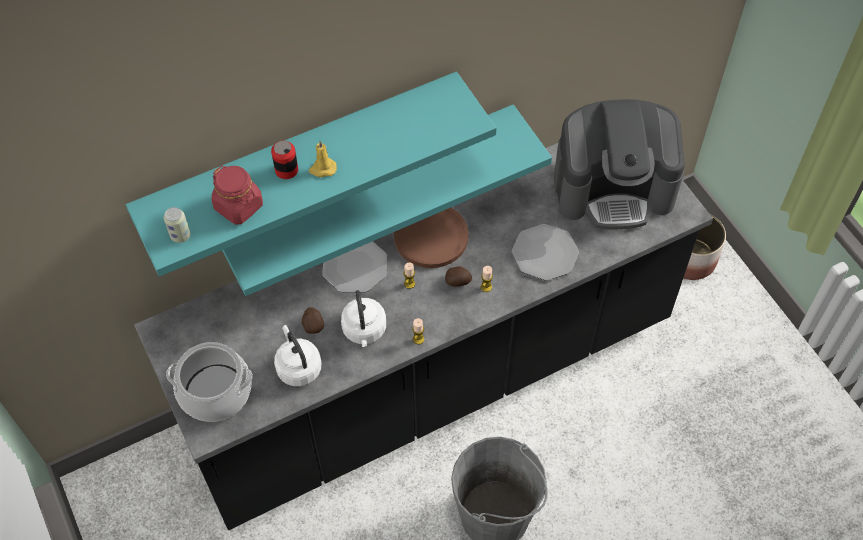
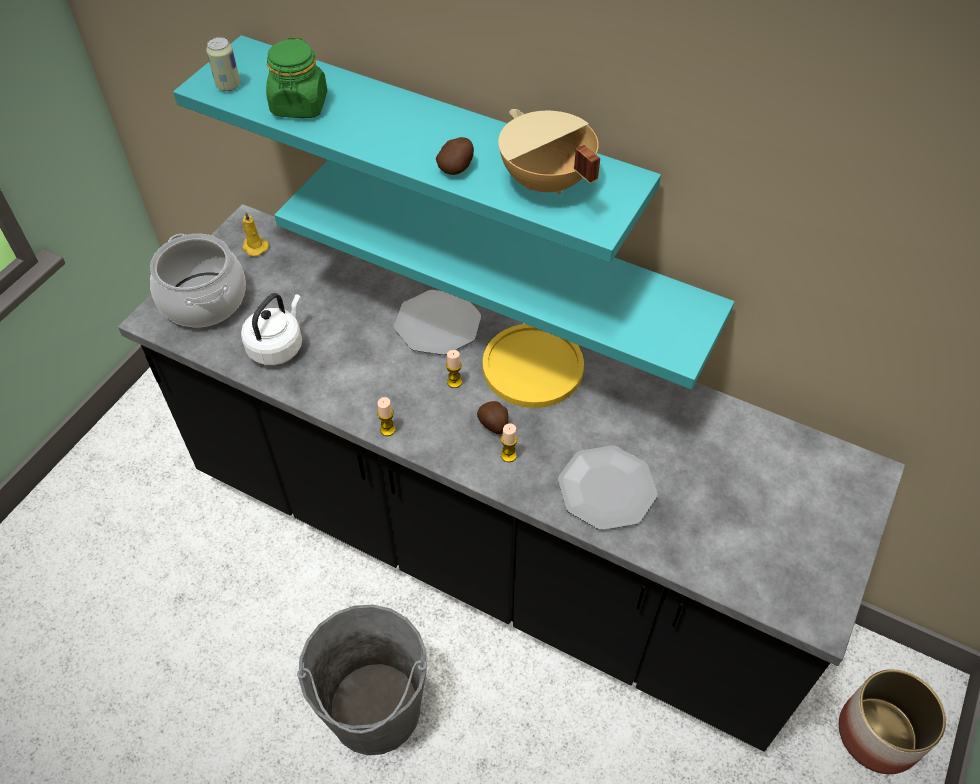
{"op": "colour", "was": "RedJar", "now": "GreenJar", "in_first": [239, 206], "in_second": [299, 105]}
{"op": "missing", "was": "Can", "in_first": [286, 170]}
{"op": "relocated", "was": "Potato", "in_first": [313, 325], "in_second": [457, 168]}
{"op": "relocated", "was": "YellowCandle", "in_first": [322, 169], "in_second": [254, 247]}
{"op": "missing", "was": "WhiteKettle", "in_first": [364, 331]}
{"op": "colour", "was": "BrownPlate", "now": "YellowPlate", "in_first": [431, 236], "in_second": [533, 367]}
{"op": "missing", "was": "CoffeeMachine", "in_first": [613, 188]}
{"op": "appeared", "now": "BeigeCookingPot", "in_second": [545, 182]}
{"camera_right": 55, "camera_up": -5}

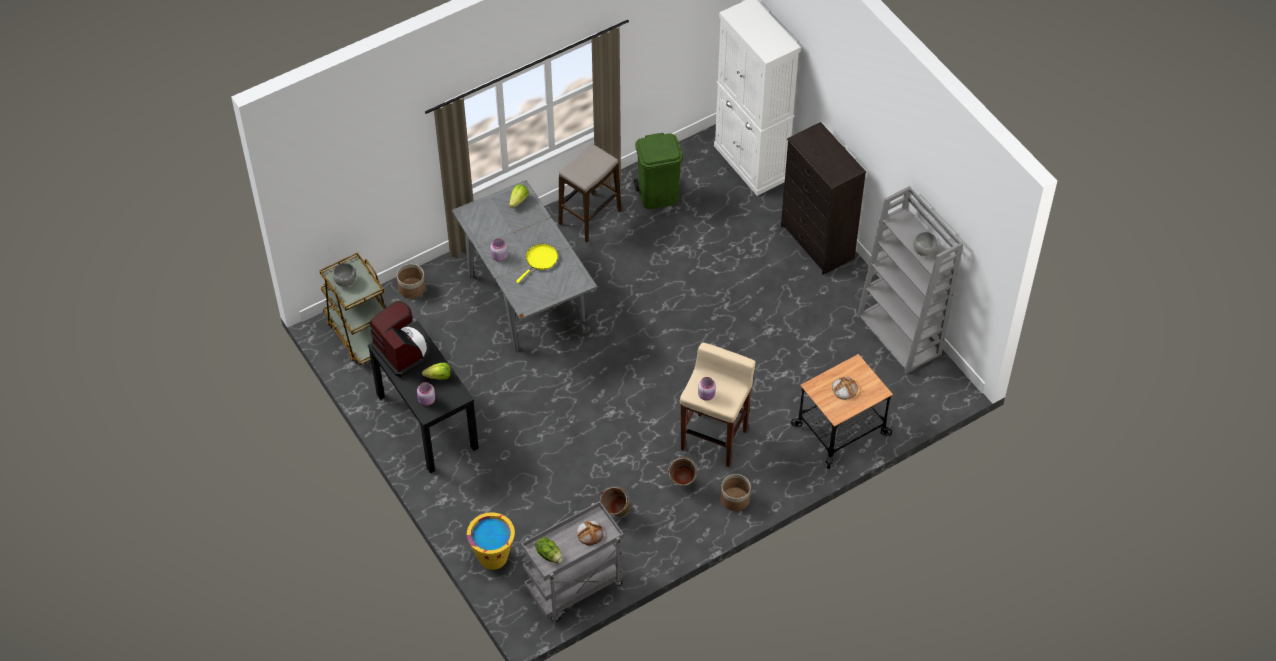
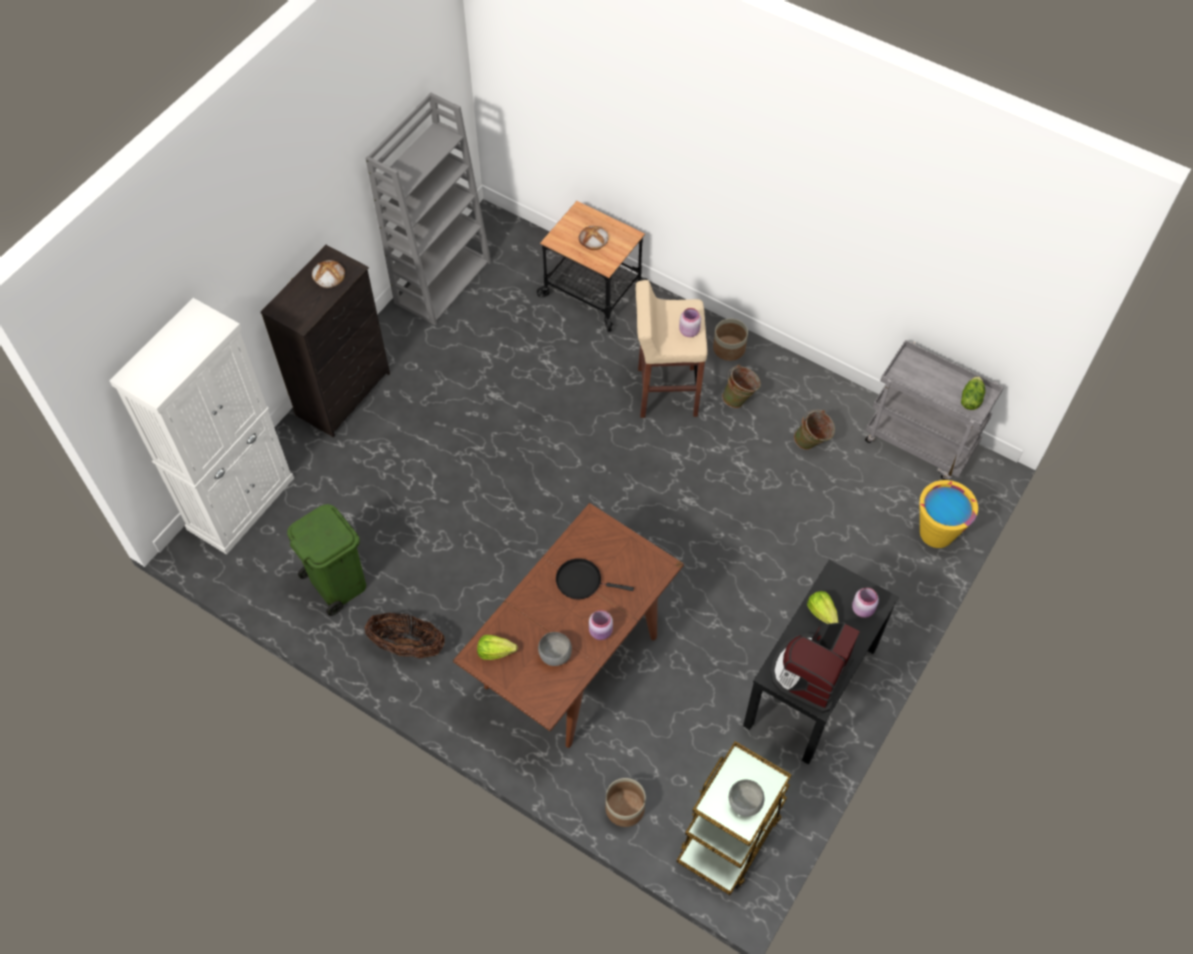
{"op": "colour", "was": "GreyDiningTable", "now": "BrownDiningTable", "in_first": [527, 298], "in_second": [572, 660]}
{"op": "colour", "was": "YellowFryingPan", "now": "BlackFryingPan", "in_first": [540, 260], "in_second": [582, 581]}
{"op": "exchanged", "was": "Stool", "now": "Basket", "in_first": [589, 217], "in_second": [407, 646]}
{"op": "relocated", "was": "Bread", "in_first": [590, 533], "in_second": [328, 275]}
{"op": "relocated", "was": "GreyBowl", "in_first": [924, 250], "in_second": [554, 655]}
{"camera_right": -115, "camera_up": 5}

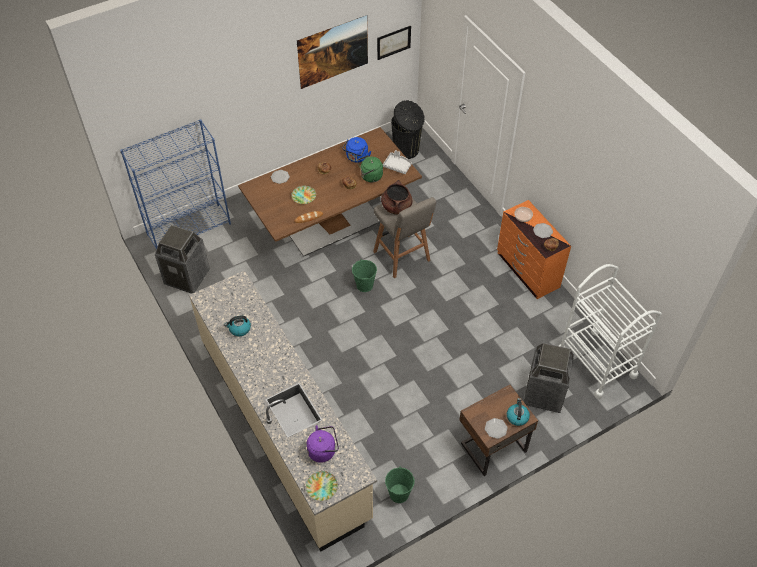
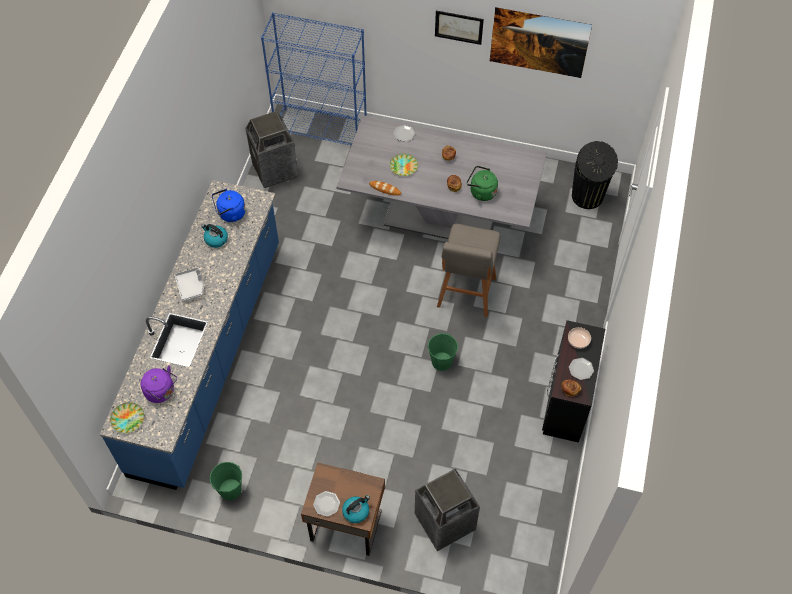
{"op": "colour", "was": "BeigeCounter", "now": "BlueCounter", "in_first": [284, 427], "in_second": [209, 356]}
{"op": "colour", "was": "BrownDiningTable", "now": "GreyDiningTable", "in_first": [333, 225], "in_second": [440, 216]}
{"op": "relocated", "was": "BlueKettle", "in_first": [356, 157], "in_second": [230, 214]}
{"op": "relocated", "was": "GreenBucket", "in_first": [364, 285], "in_second": [442, 361]}
{"op": "relocated", "was": "Picture", "in_first": [393, 42], "in_second": [459, 27]}
{"op": "missing", "was": "BrownCookingPot", "in_first": [396, 207]}
{"op": "relocated", "was": "GreyTray", "in_first": [397, 166], "in_second": [191, 287]}
{"op": "colour", "was": "OrangeDresser", "now": "BlackDresser", "in_first": [527, 270], "in_second": [566, 401]}
{"op": "missing", "was": "WhiteCart", "in_first": [596, 363]}
{"camera_right": 45, "camera_up": 5}

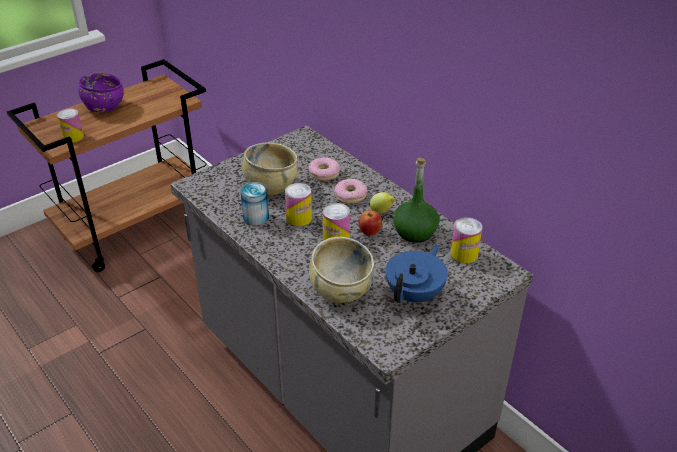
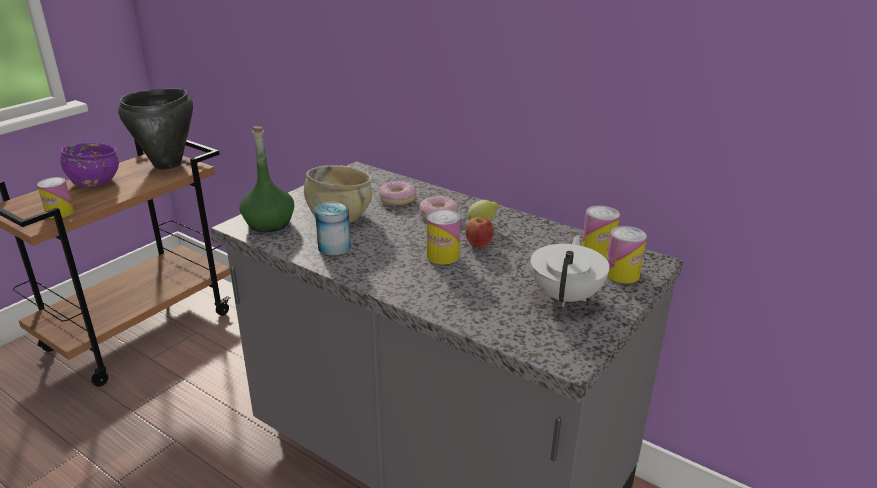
{"op": "relocated", "was": "Can", "in_first": [299, 218], "in_second": [622, 274]}
{"op": "missing", "was": "BeigeBowl", "in_first": [341, 290]}
{"op": "colour", "was": "BlueTeapot", "now": "WhiteTeapot", "in_first": [415, 294], "in_second": [566, 296]}
{"op": "relocated", "was": "GreenBottle", "in_first": [415, 231], "in_second": [269, 223]}
{"op": "appeared", "now": "BlackCookingPot", "in_second": [168, 164]}
{"camera_right": -15, "camera_up": -10}

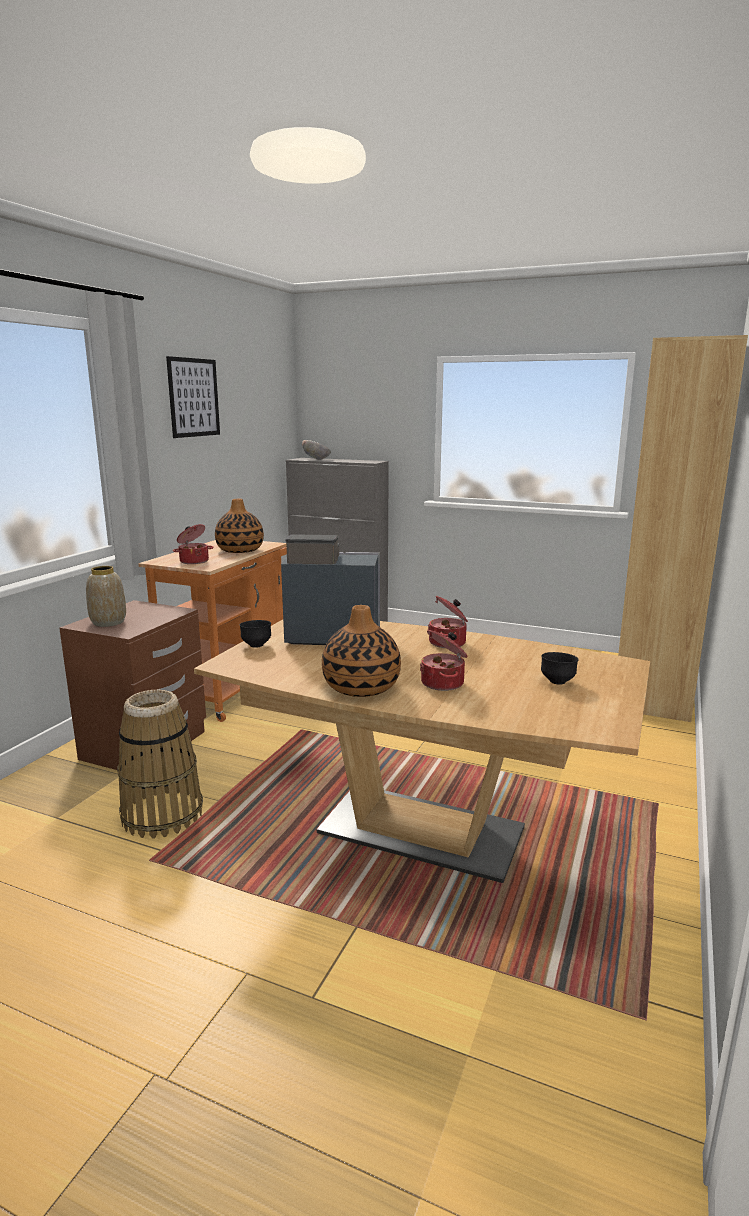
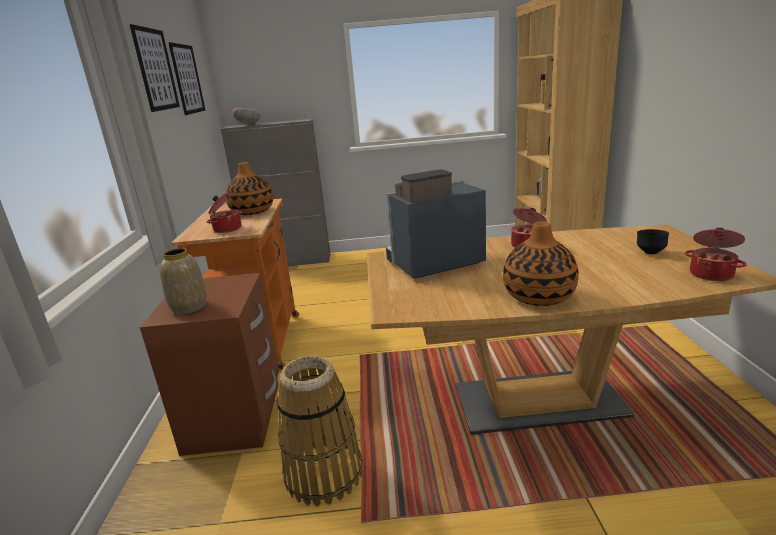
{"op": "missing", "was": "BlackBowl", "in_first": [256, 645]}
{"op": "relocated", "was": "CookingPot", "in_first": [443, 683], "in_second": [711, 274]}
{"op": "appeared", "now": "Picture", "in_second": [187, 79]}
{"camera_right": -25, "camera_up": 5}

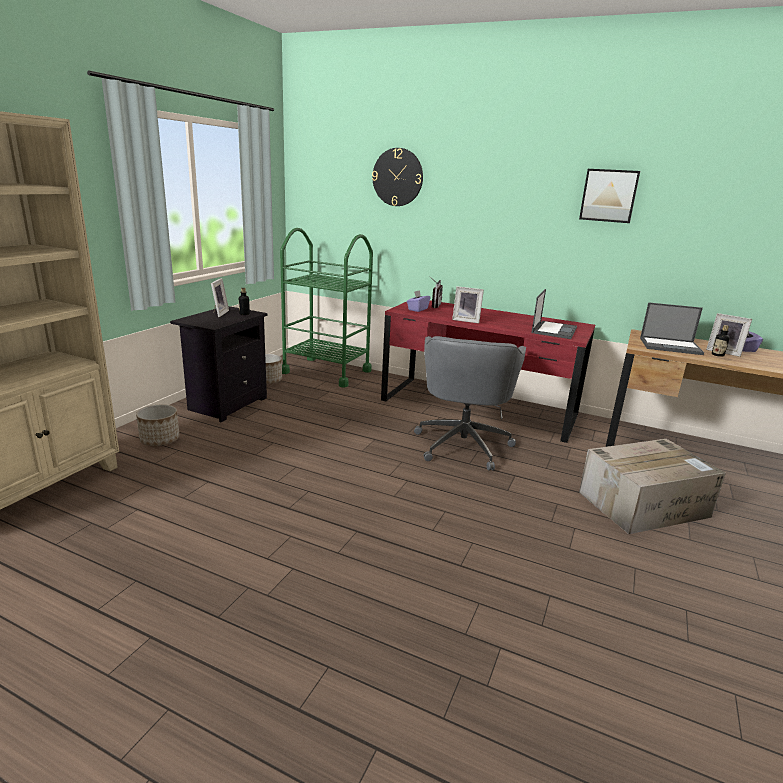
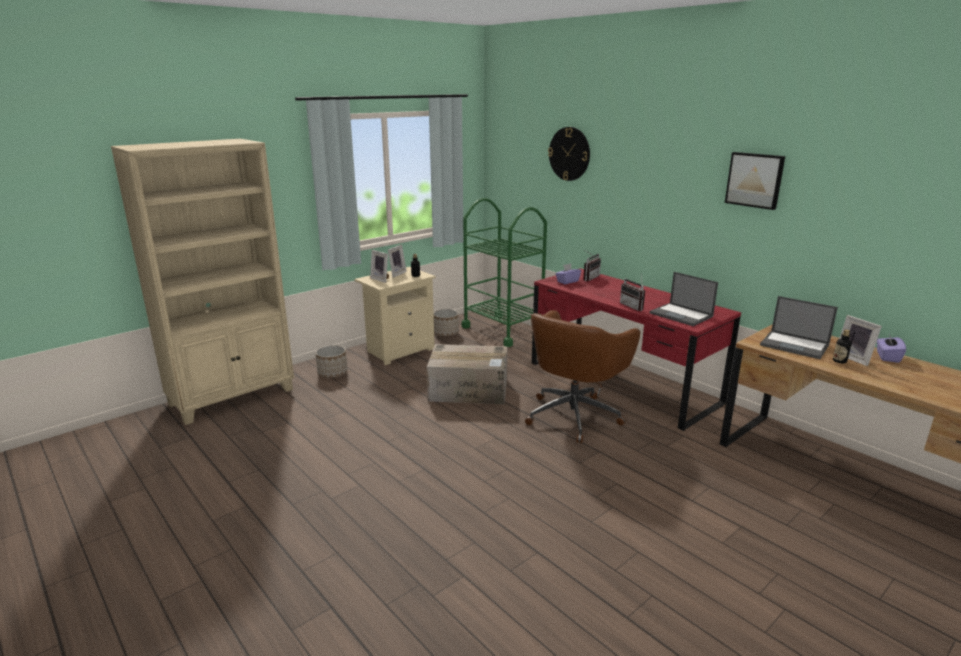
{"op": "colour", "was": "BlackNightstand", "now": "BeigeNightstand", "in_first": [226, 404], "in_second": [399, 350]}
{"op": "colour", "was": "GreyOfficeChair", "now": "BrownOfficeChair", "in_first": [463, 444], "in_second": [574, 415]}
{"op": "relocated", "was": "PictureFrame", "in_first": [466, 320], "in_second": [381, 279]}
{"op": "spun", "was": "Laptop", "in_first": [554, 330], "in_second": [682, 315], "clockwise": 90}
{"op": "relocated", "was": "CardboardBox", "in_first": [644, 504], "in_second": [470, 389]}
{"op": "appeared", "now": "Radio", "in_second": [634, 306]}
{"camera_right": 25, "camera_up": 0}

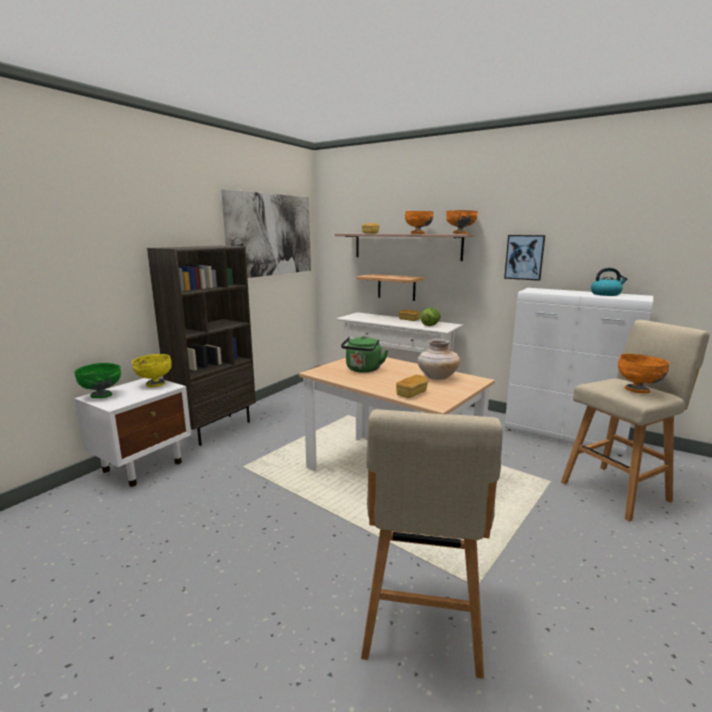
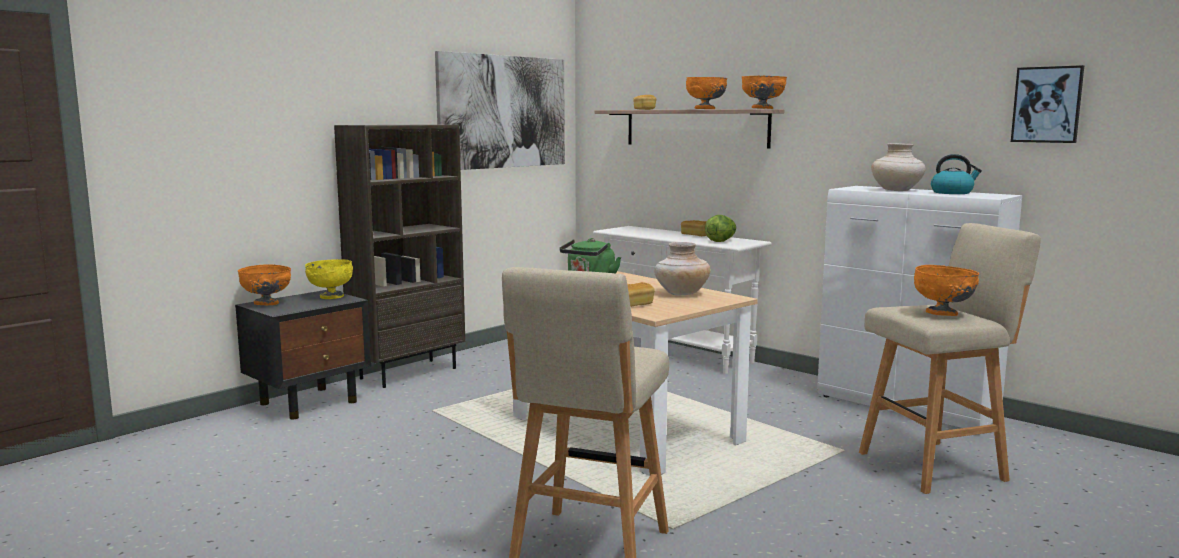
{"op": "colour", "was": "GreenBowl", "now": "OrangeBowl", "in_first": [101, 396], "in_second": [266, 304]}
{"op": "colour", "was": "WhiteNightstand", "now": "BlackNightstand", "in_first": [144, 466], "in_second": [310, 402]}
{"op": "missing", "was": "Shelf", "in_first": [396, 287]}
{"op": "relocated", "was": "Picture", "in_first": [524, 257], "in_second": [1047, 104]}
{"op": "appeared", "now": "BeigeVase", "in_second": [896, 190]}
{"camera_right": 10, "camera_up": -5}

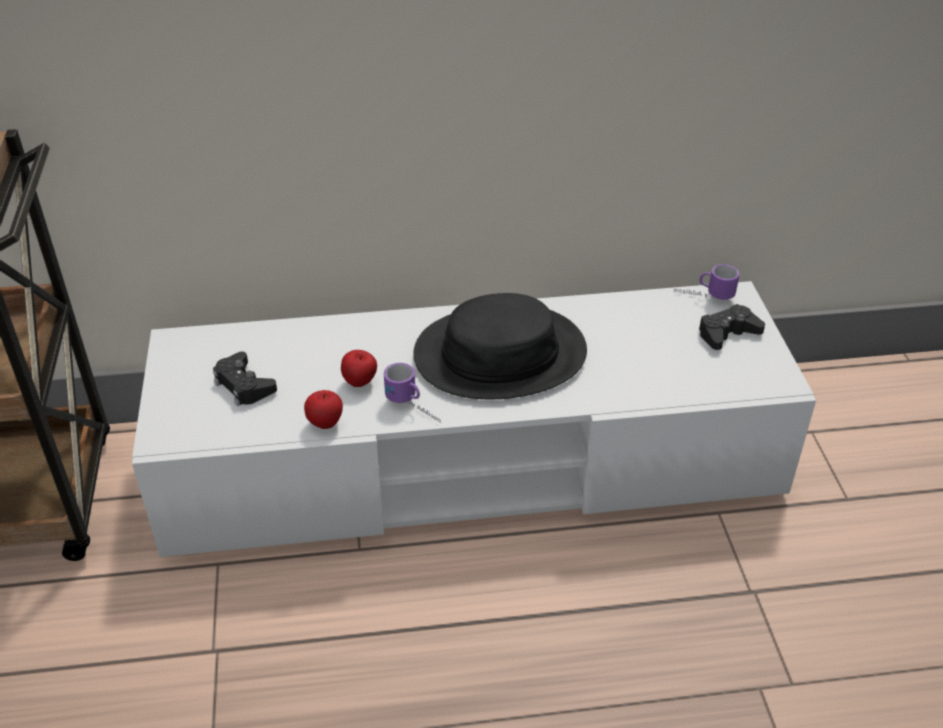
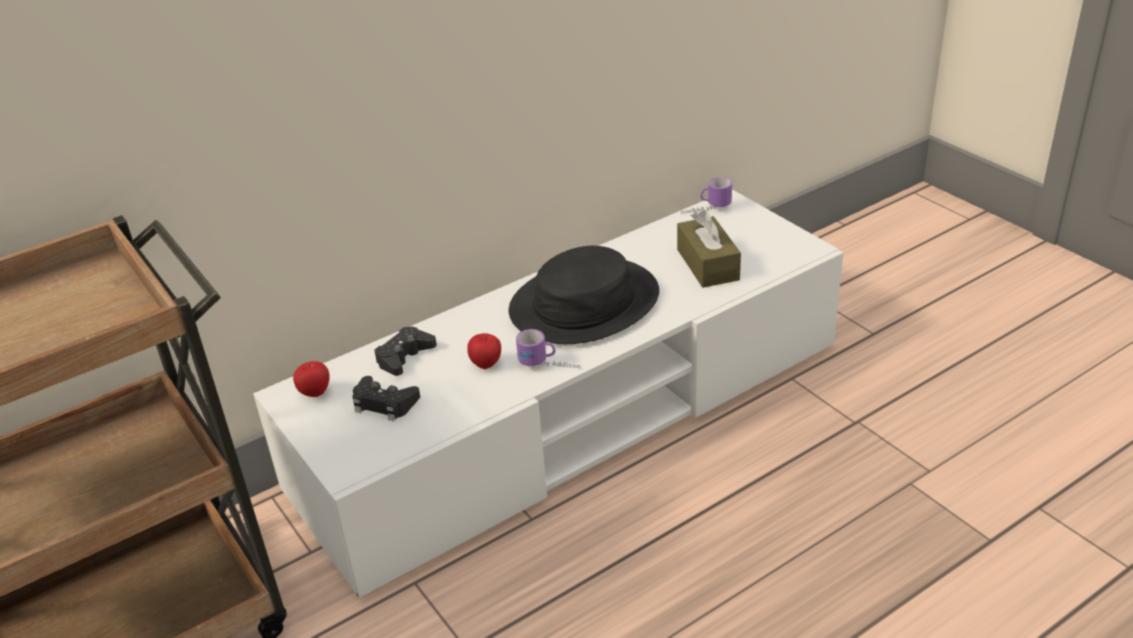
{"op": "relocated", "was": "Apple", "in_first": [325, 423], "in_second": [315, 393]}
{"op": "relocated", "was": "BlackGameController", "in_first": [727, 333], "in_second": [404, 357]}
{"op": "appeared", "now": "BrownTissueBox", "in_second": [707, 264]}
{"camera_right": -25, "camera_up": -5}

